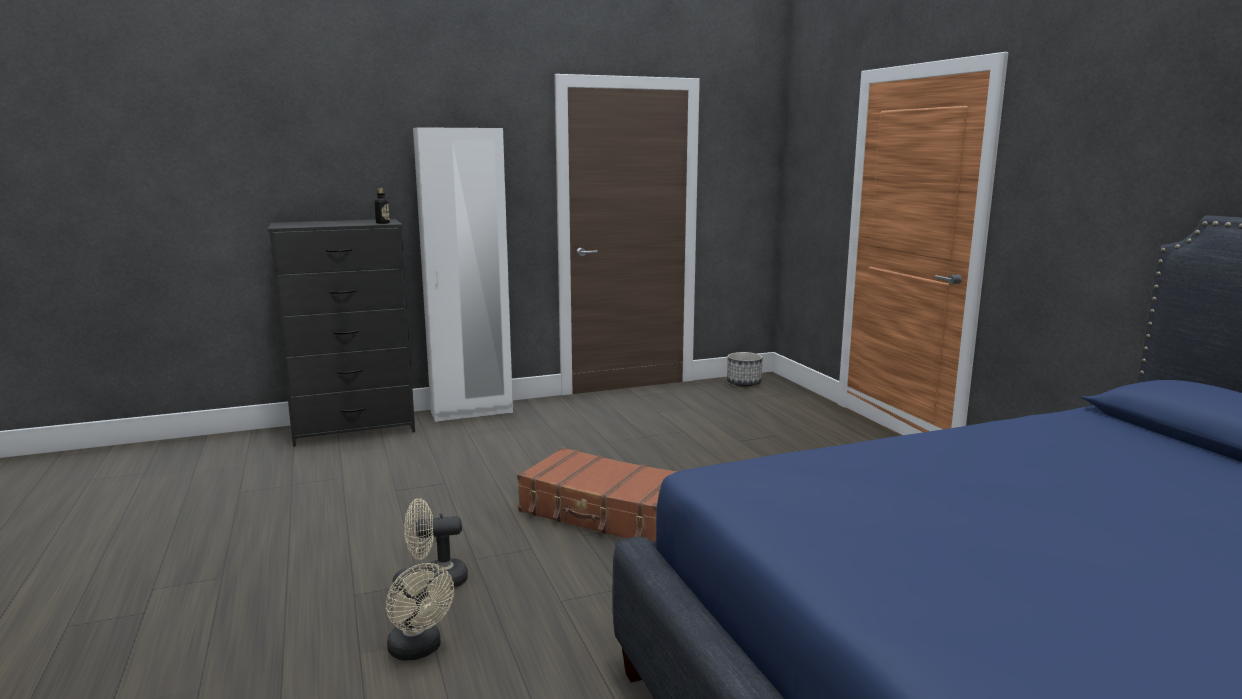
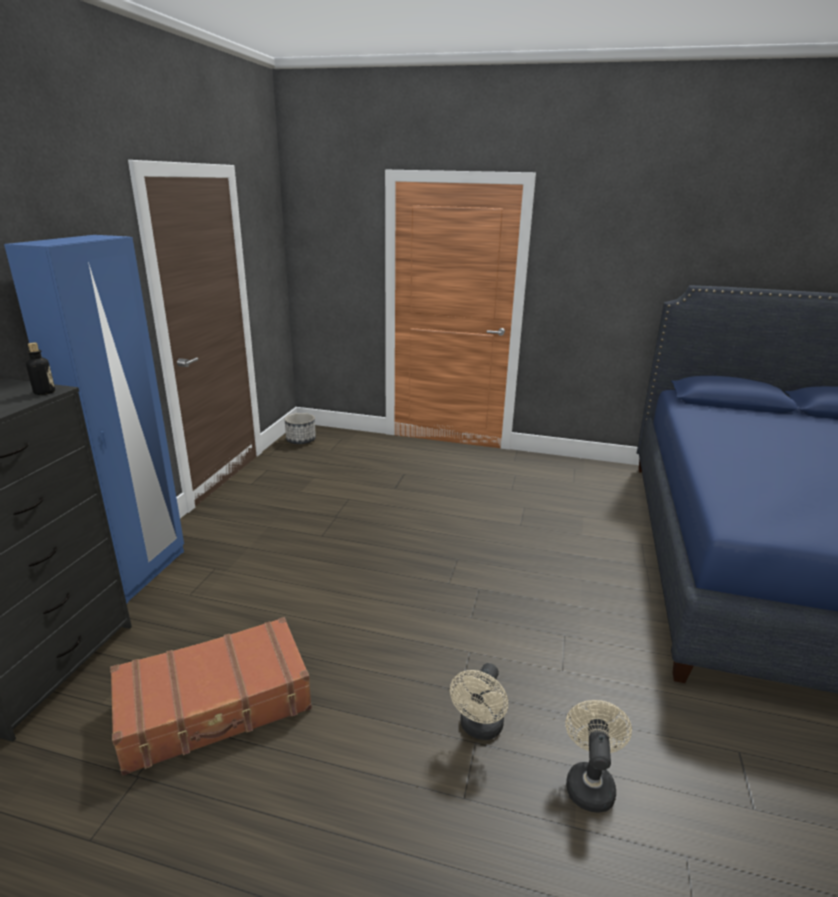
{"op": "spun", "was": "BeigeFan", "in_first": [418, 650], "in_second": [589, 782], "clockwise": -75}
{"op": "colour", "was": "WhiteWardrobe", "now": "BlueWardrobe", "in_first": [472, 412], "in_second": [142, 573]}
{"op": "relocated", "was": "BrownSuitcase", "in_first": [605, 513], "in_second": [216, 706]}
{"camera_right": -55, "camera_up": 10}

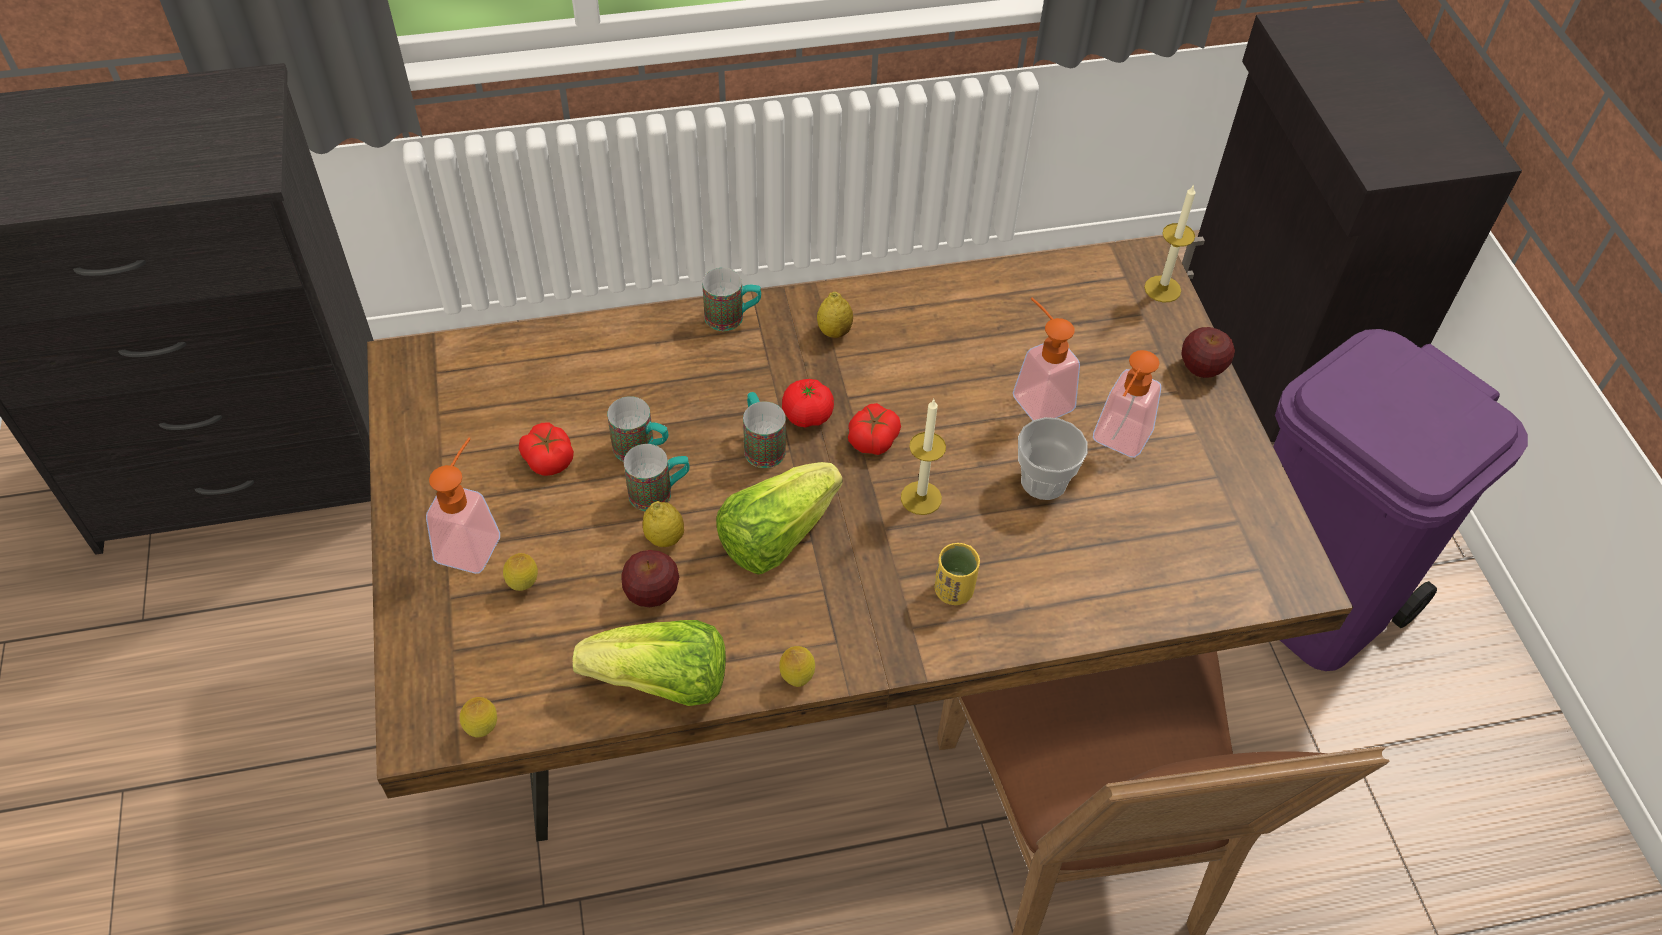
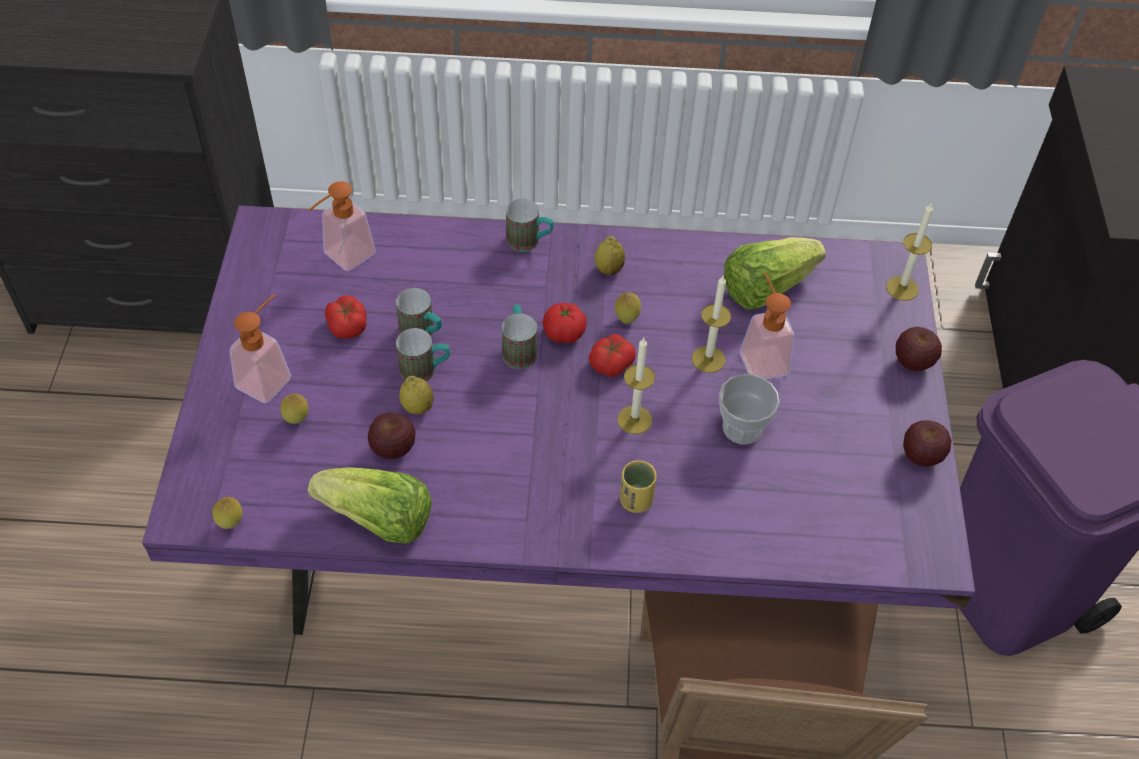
{"op": "colour", "was": "BrownDiningTable", "now": "PurpleDiningTable", "in_first": [819, 673], "in_second": [559, 553]}
{"op": "relocated", "was": "Lettuce", "in_first": [776, 535], "in_second": [766, 288]}
{"op": "relocated", "was": "Lemon", "in_first": [797, 678], "in_second": [626, 319]}
{"op": "relocated", "was": "SoapDispenser", "in_first": [1117, 442], "in_second": [343, 258]}
{"op": "appeared", "now": "Candle", "in_second": [708, 359]}
{"op": "appeared", "now": "Apple", "in_second": [921, 456]}
{"camera_right": 15, "camera_up": 0}

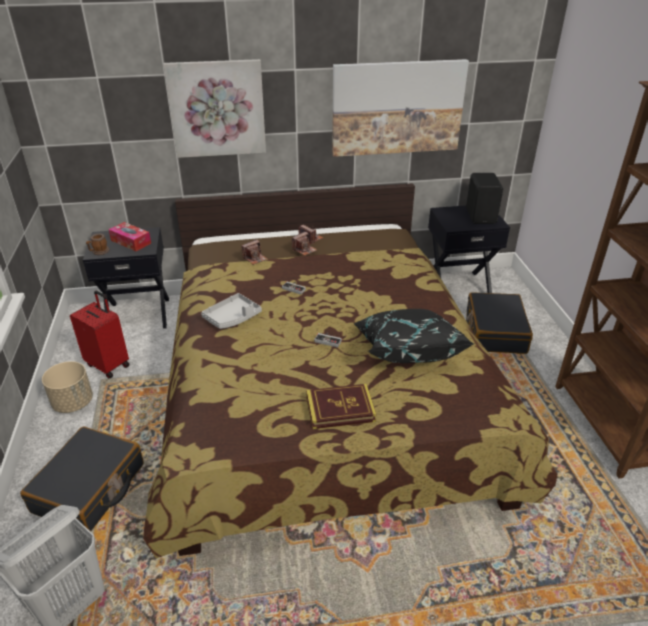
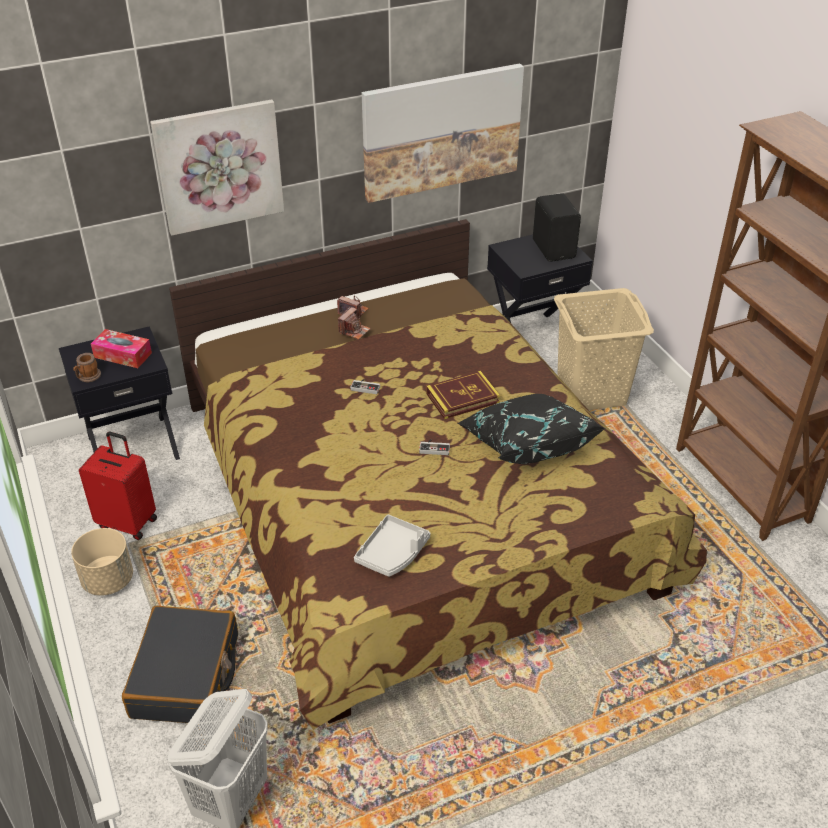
{"op": "relocated", "was": "GreyTray", "in_first": [232, 318], "in_second": [393, 553]}
{"op": "missing", "was": "PhotoCamera", "in_first": [255, 258]}
{"op": "relocated", "was": "Book", "in_first": [340, 409], "in_second": [462, 398]}
{"op": "exchanged", "was": "BlackSuitcase", "now": "BeigeLaundryBasket", "in_first": [494, 332], "in_second": [592, 392]}
{"camera_right": -15, "camera_up": 5}

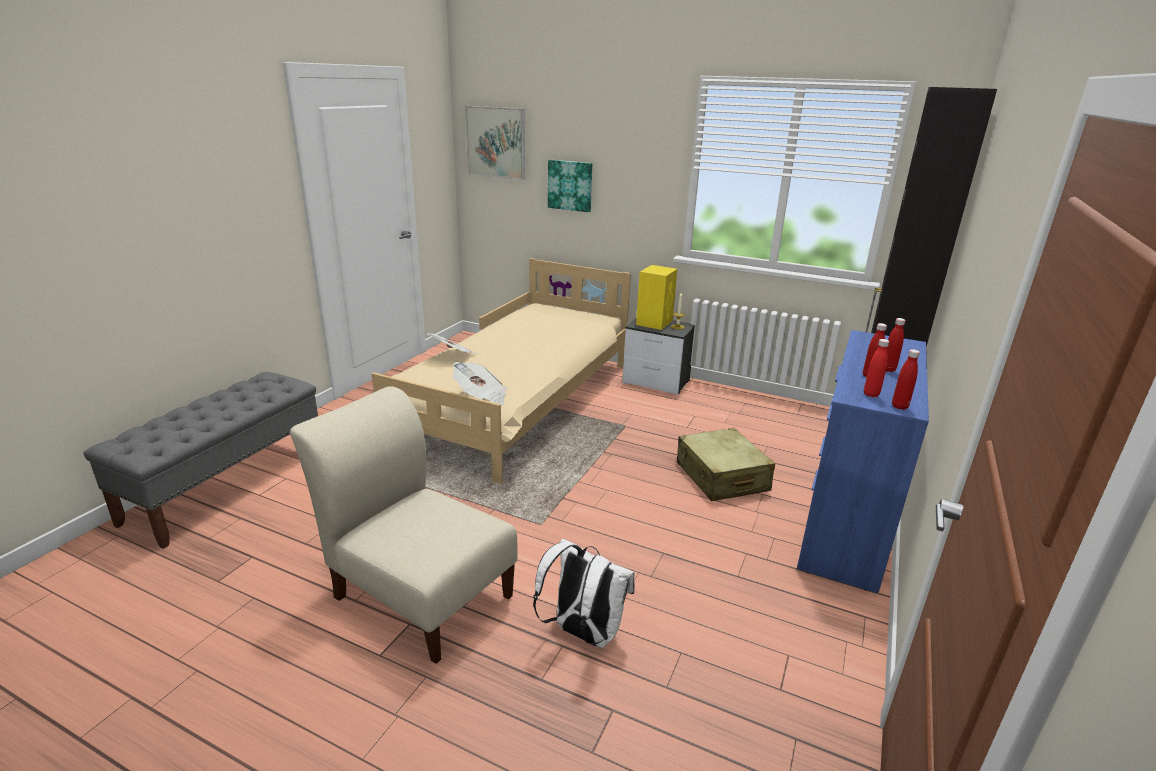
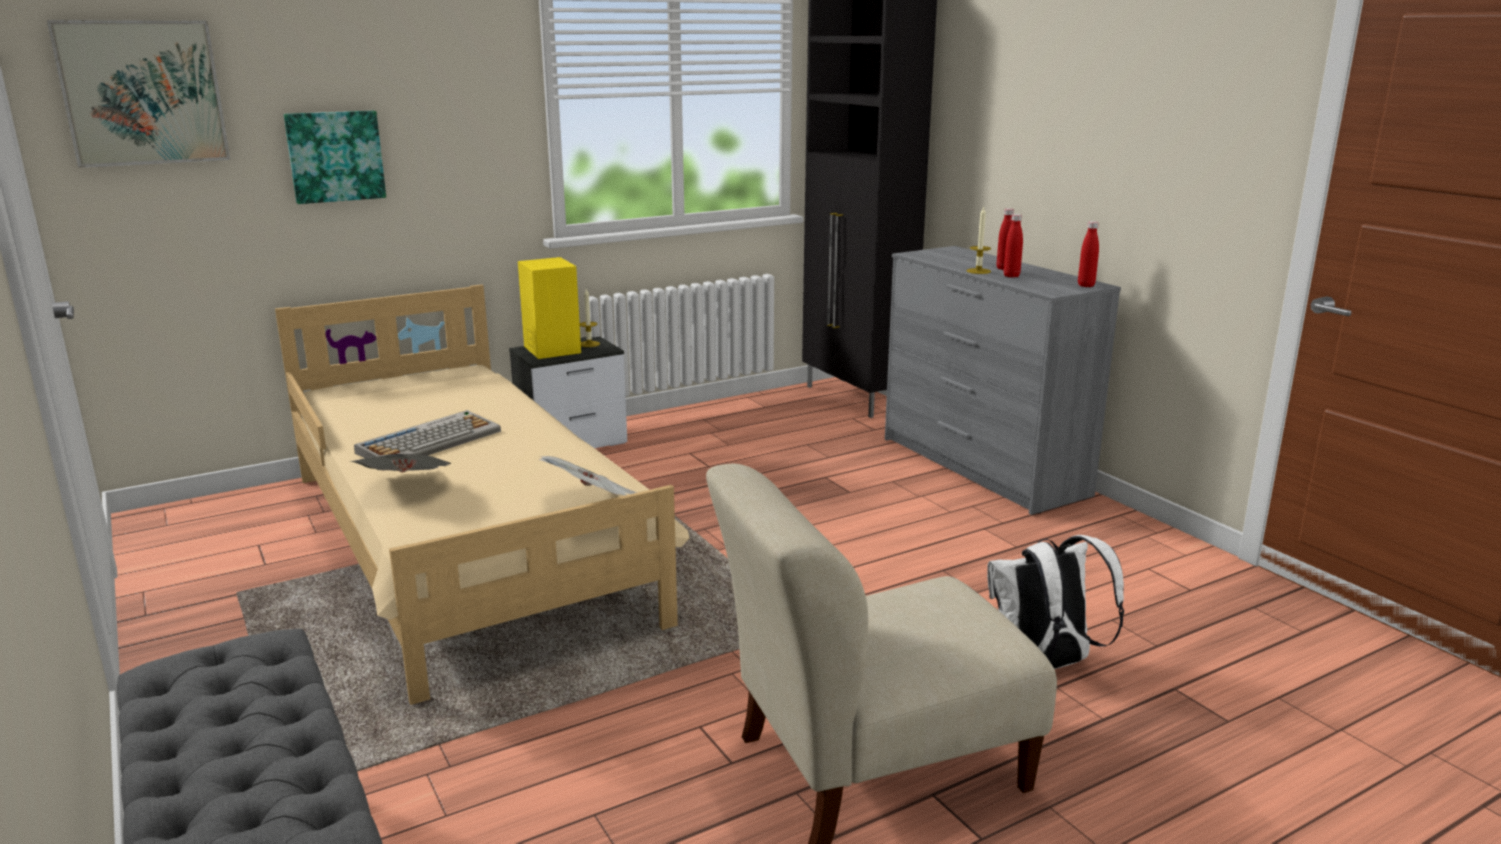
{"op": "missing", "was": "BeigeSuitcase", "in_first": [721, 477]}
{"op": "colour", "was": "BlueDresser", "now": "GreyDresser", "in_first": [843, 523], "in_second": [981, 467]}
{"op": "missing", "was": "RedBottle", "in_first": [871, 394]}
{"op": "appeared", "now": "Keyboard", "in_second": [430, 441]}
{"op": "appeared", "now": "Candle", "in_second": [978, 271]}
{"camera_right": -55, "camera_up": -5}

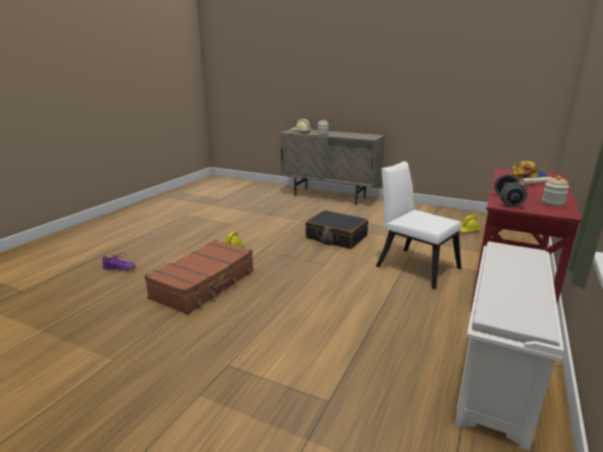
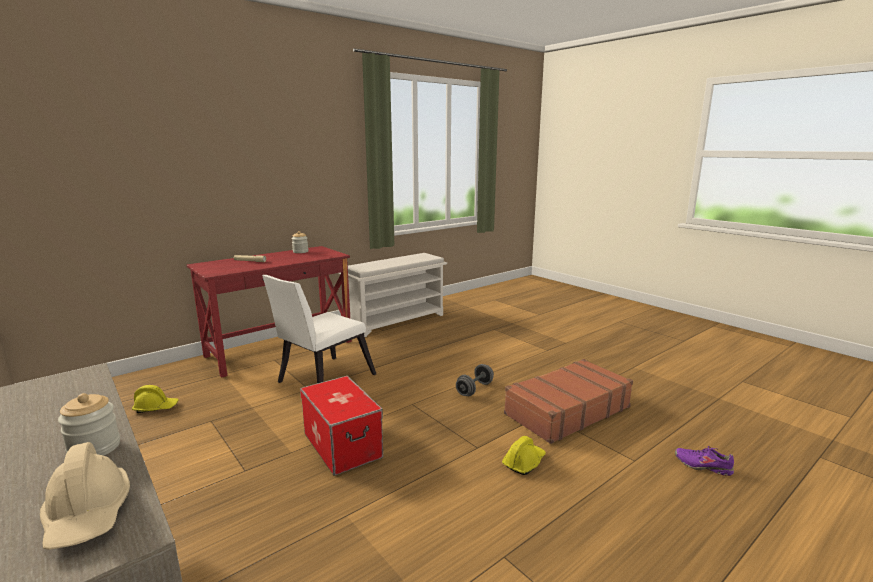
{"op": "exchanged", "was": "BlackSuitcase", "now": "StorageBox", "in_first": [336, 237], "in_second": [342, 445]}
{"op": "spun", "was": "WhiteChair", "in_first": [413, 265], "in_second": [321, 380], "clockwise": 60}
{"op": "relocated", "was": "GreyDumbbell", "in_first": [507, 201], "in_second": [474, 389]}
{"op": "missing", "was": "Cap", "in_first": [528, 176]}
{"camera_right": -155, "camera_up": -5}

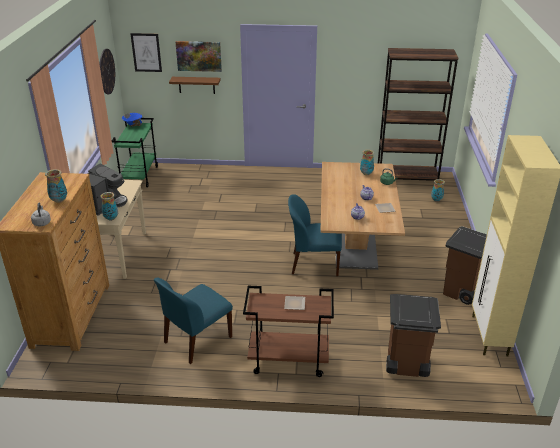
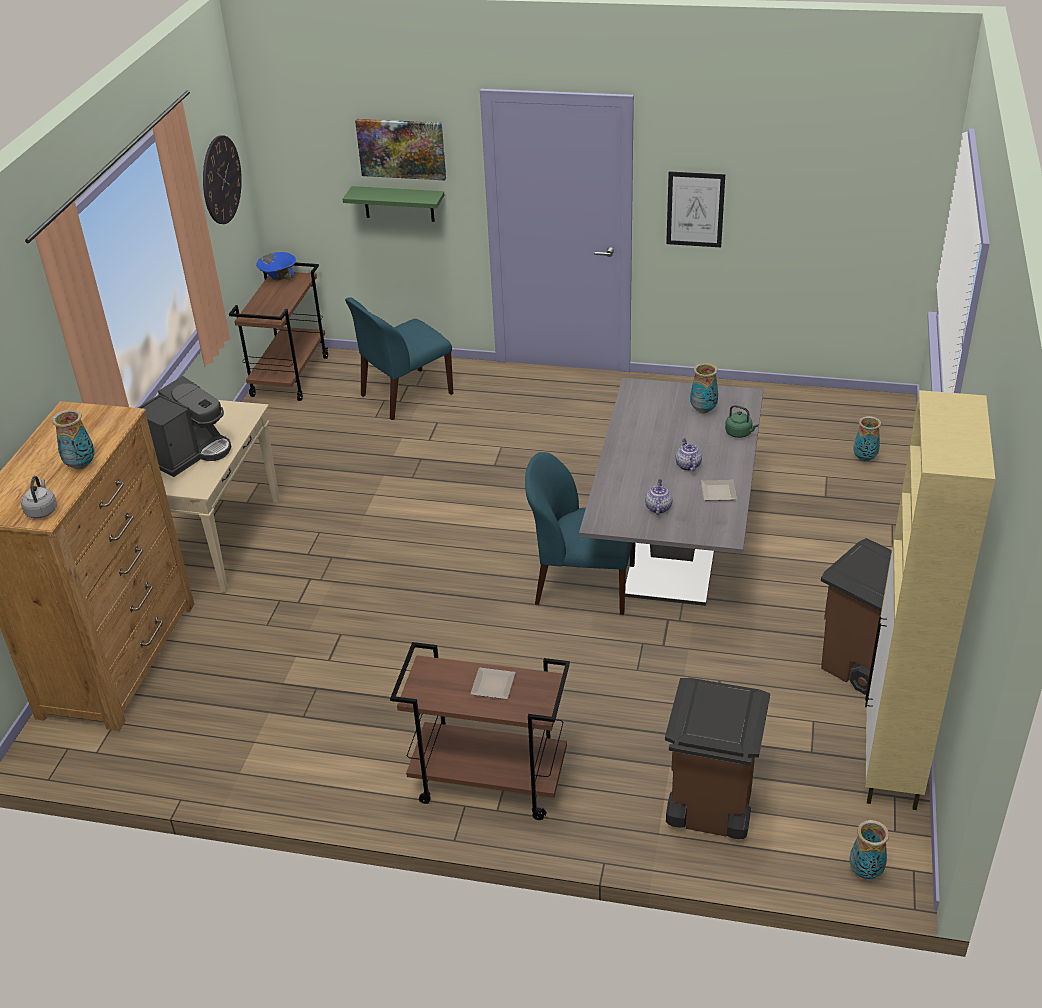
{"op": "relocated", "was": "Vase", "in_first": [111, 219], "in_second": [865, 872]}
{"op": "colour", "was": "GreenCart", "now": "BrownCart", "in_first": [139, 176], "in_second": [289, 376]}
{"op": "relocated", "was": "Picture", "in_first": [146, 52], "in_second": [695, 209]}
{"op": "relocated", "was": "BlueChair", "in_first": [196, 340], "in_second": [404, 395]}
{"op": "colour", "was": "BrownShelf", "now": "GreenShelf", "in_first": [196, 85], "in_second": [399, 204]}
{"op": "colour", "was": "BrownDiningTable", "now": "GreyDiningTable", "in_first": [355, 246], "in_second": [673, 552]}
{"op": "missing", "was": "BrownBookcase", "in_first": [407, 177]}
{"camera_right": 10, "camera_up": 5}

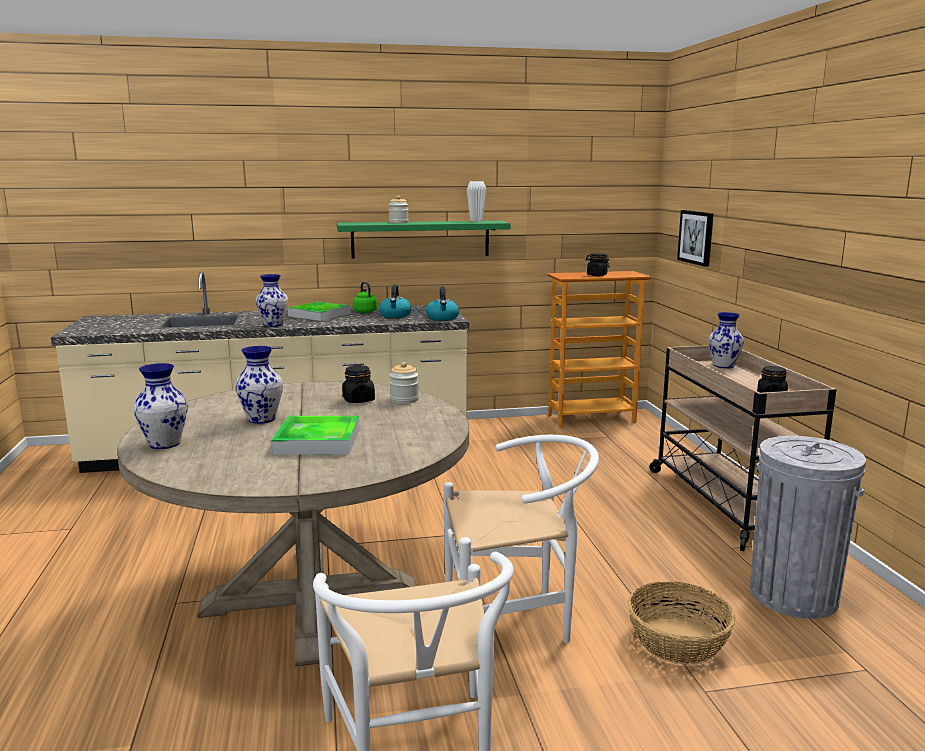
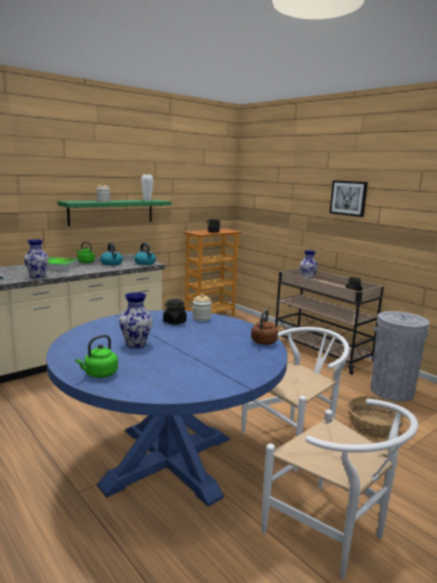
{"op": "colour", "was": "BeigeDiningTable", "now": "BlueDiningTable", "in_first": [310, 598], "in_second": [169, 461]}
{"op": "exchanged", "was": "Vase", "now": "GreenKettle", "in_first": [164, 444], "in_second": [99, 374]}
{"op": "missing", "was": "Tray", "in_first": [317, 441]}
{"op": "relocated", "was": "Picture", "in_first": [696, 237], "in_second": [348, 198]}
{"op": "appeared", "now": "BrownKettle", "in_second": [263, 342]}
{"camera_right": -30, "camera_up": 0}

